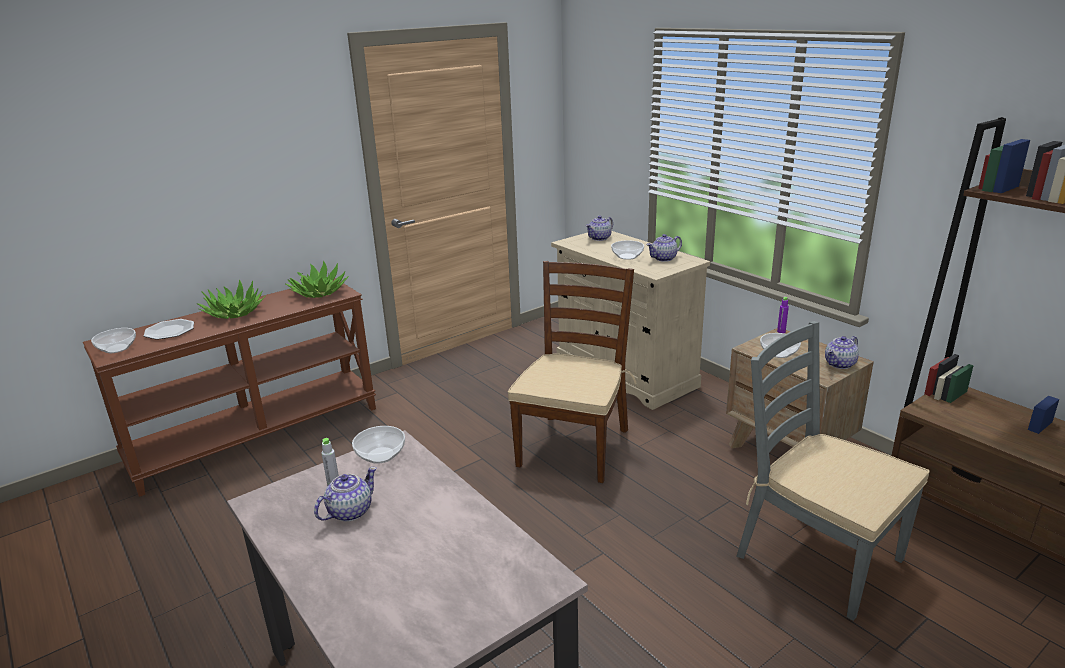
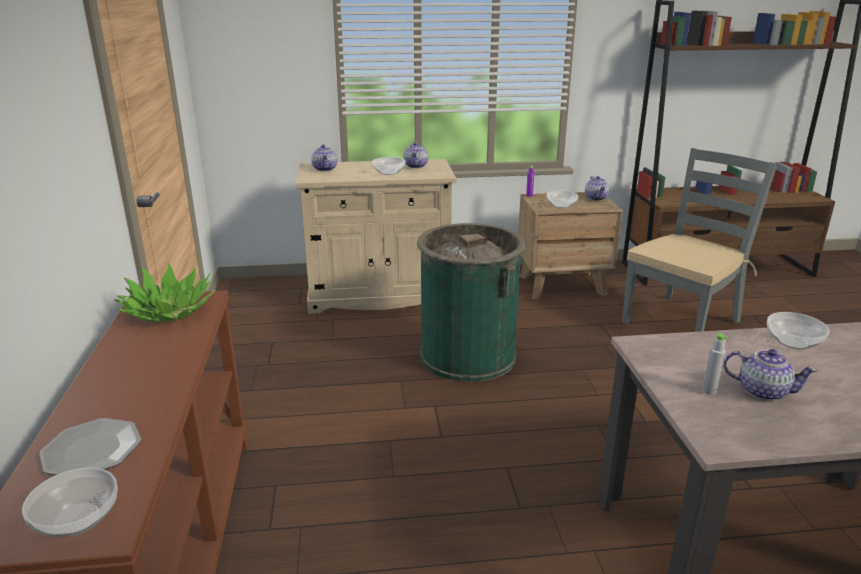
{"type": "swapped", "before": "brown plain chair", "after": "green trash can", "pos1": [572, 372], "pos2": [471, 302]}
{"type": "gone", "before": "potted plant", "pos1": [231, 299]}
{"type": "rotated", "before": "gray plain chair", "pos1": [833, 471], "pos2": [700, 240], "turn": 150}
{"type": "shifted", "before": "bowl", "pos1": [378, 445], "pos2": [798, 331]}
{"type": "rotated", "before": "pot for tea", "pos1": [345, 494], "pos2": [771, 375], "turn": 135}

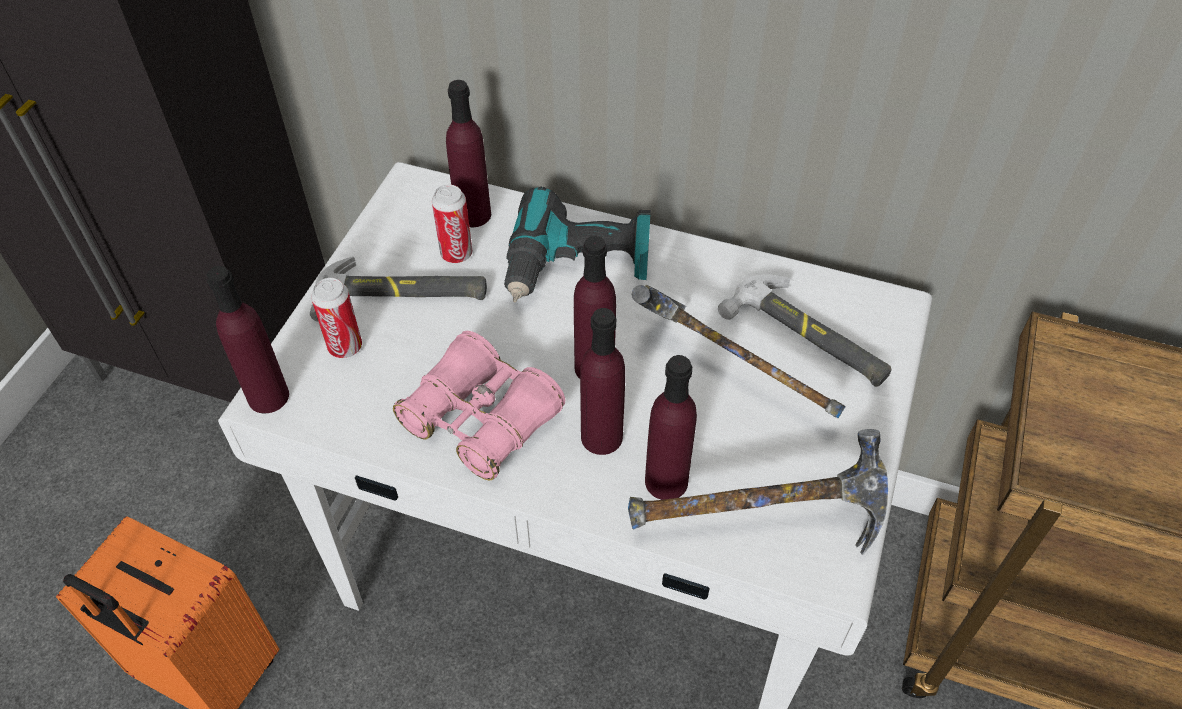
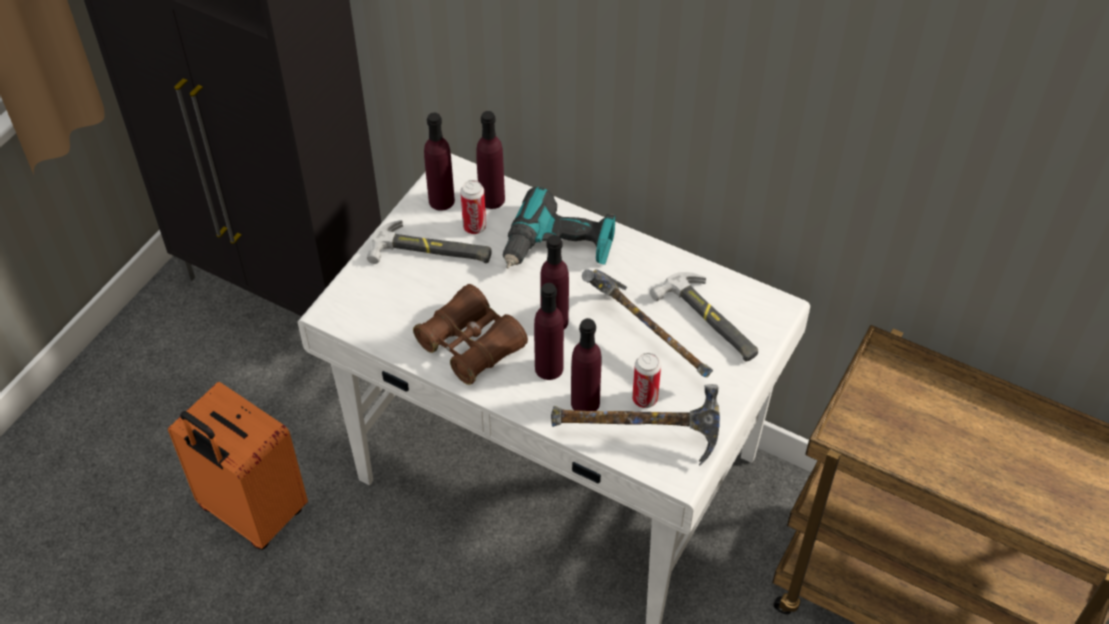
{"type": "shifted", "before": "purple beverage bottle", "pos1": [247, 339], "pos2": [439, 161]}
{"type": "shifted", "before": "metal can", "pos1": [336, 318], "pos2": [646, 380]}
{"type": "repainted", "before": "pink pair of binoculars", "after": "brown pair of binoculars", "pos1": [479, 405], "pos2": [470, 334]}

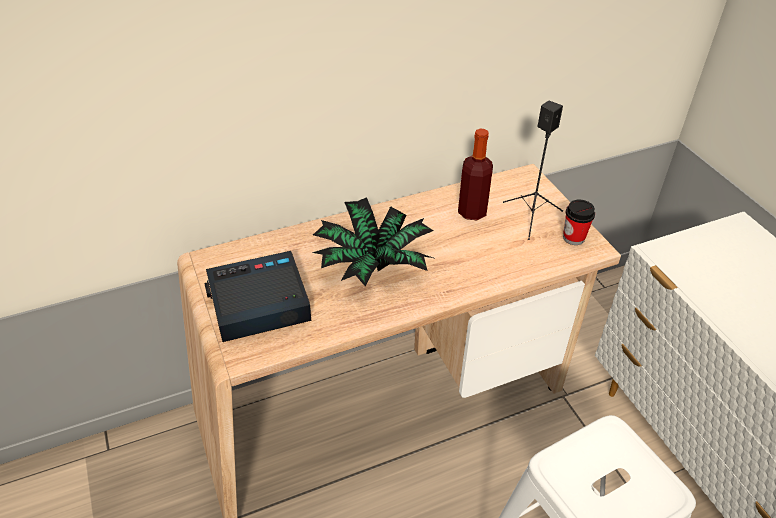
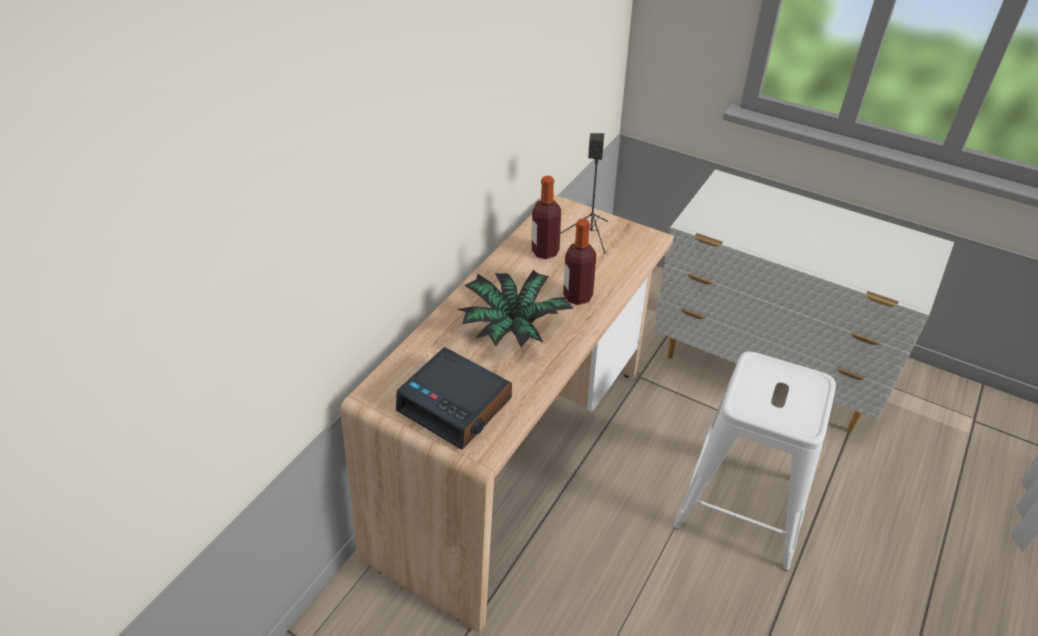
{"type": "gone", "before": "small cup", "pos1": [579, 222]}
{"type": "rotated", "before": "alarm clock", "pos1": [257, 296], "pos2": [454, 398], "turn": -90}
{"type": "new", "after": "beverage bottle", "pos2": [580, 262]}

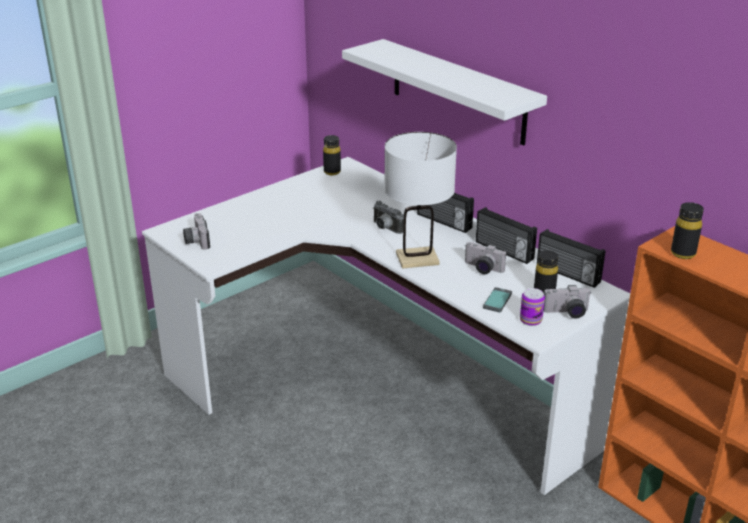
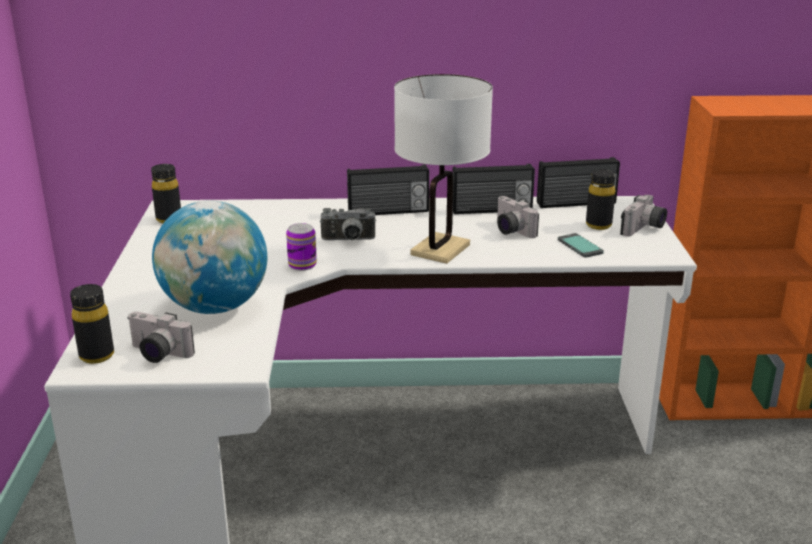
{"type": "gone", "before": "white bracket shelf", "pos1": [444, 92]}
{"type": "shifted", "before": "blackish beverage bottle", "pos1": [687, 230], "pos2": [92, 324]}
{"type": "rotated", "before": "photo camera", "pos1": [485, 258], "pos2": [518, 217], "turn": 75}
{"type": "shifted", "before": "metal can", "pos1": [532, 307], "pos2": [301, 247]}
{"type": "new", "after": "globe", "pos2": [209, 257]}

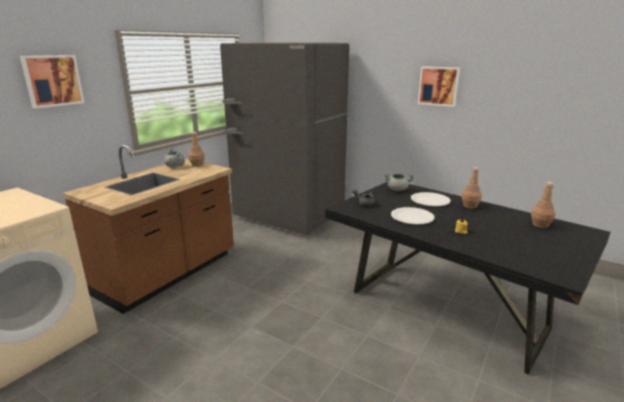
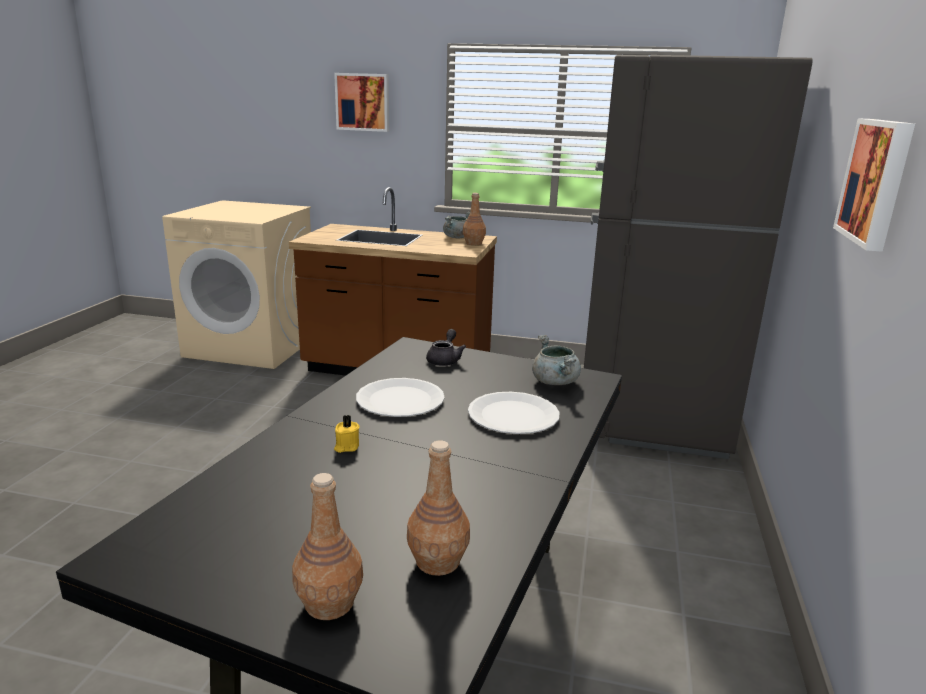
{"type": "shifted", "before": "brown beverage bottle", "pos1": [472, 188], "pos2": [327, 546]}

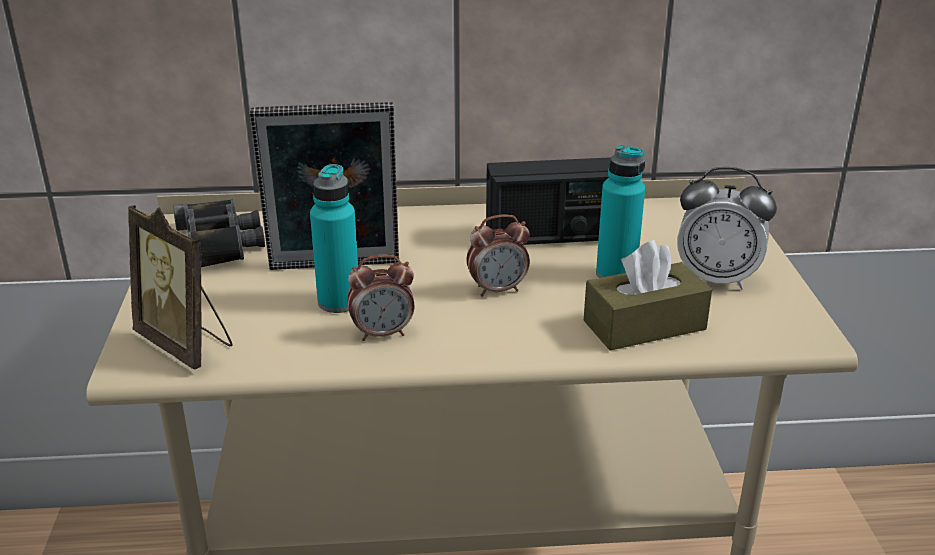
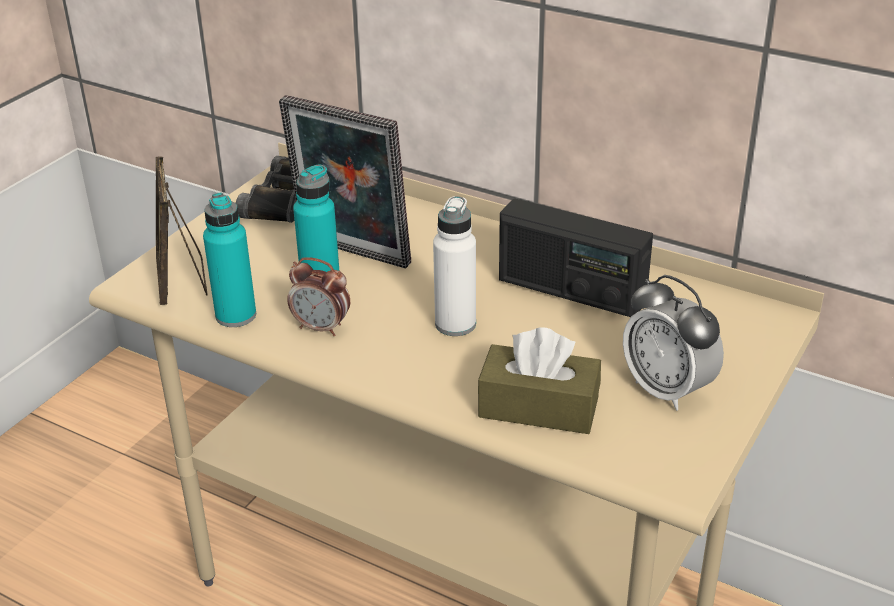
{"type": "shifted", "before": "blue-green beverage bottle", "pos1": [620, 211], "pos2": [229, 260]}
{"type": "swapped", "before": "alarm clock", "after": "white beverage bottle", "pos1": [498, 255], "pos2": [454, 266]}

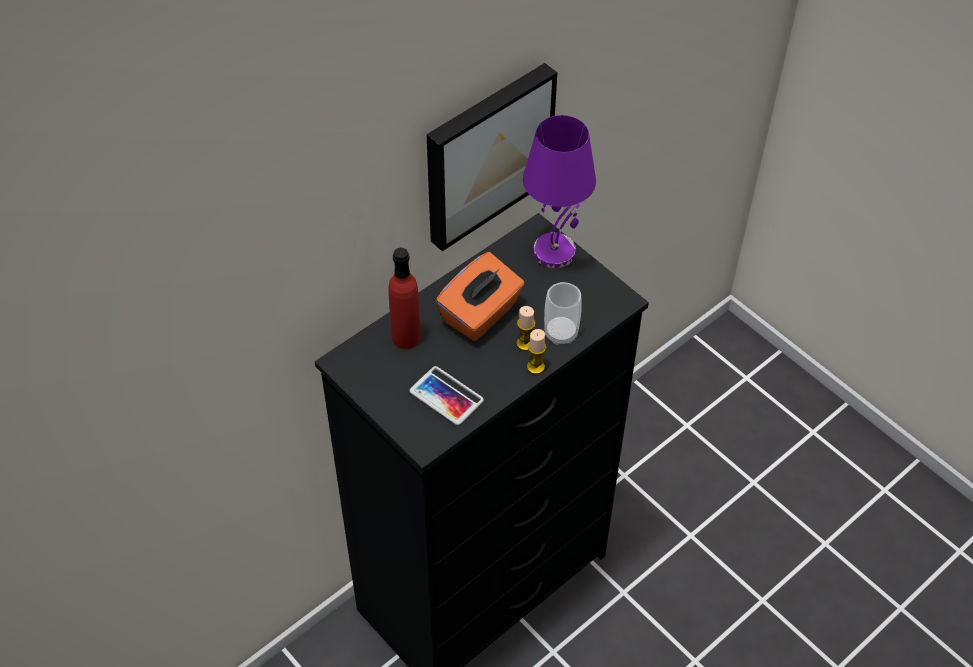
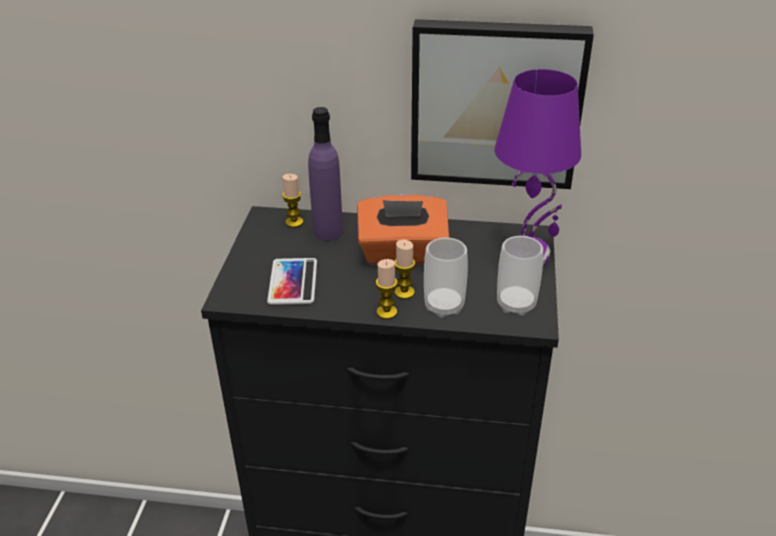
{"type": "repainted", "before": "red-coloured beverage bottle", "after": "purple beverage bottle", "pos1": [404, 298], "pos2": [325, 174]}
{"type": "new", "after": "wax light", "pos2": [293, 201]}
{"type": "new", "after": "small cup", "pos2": [520, 276]}

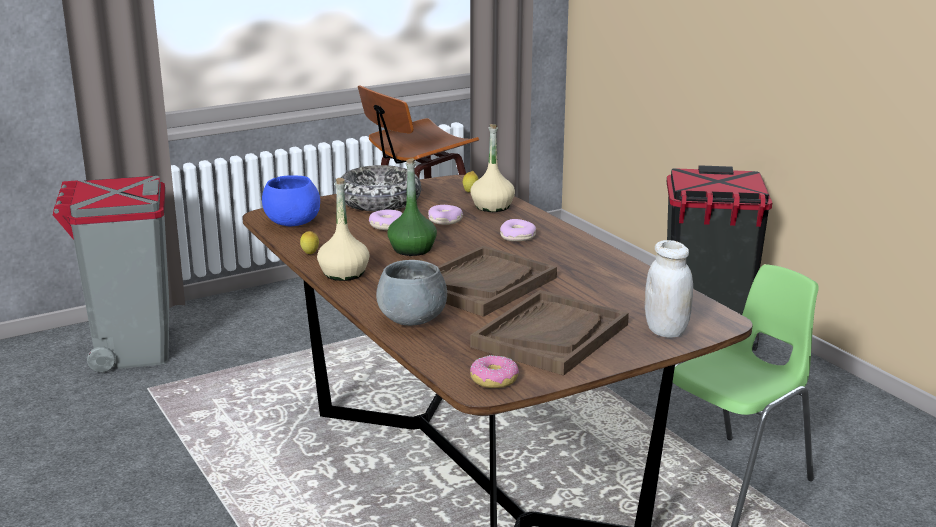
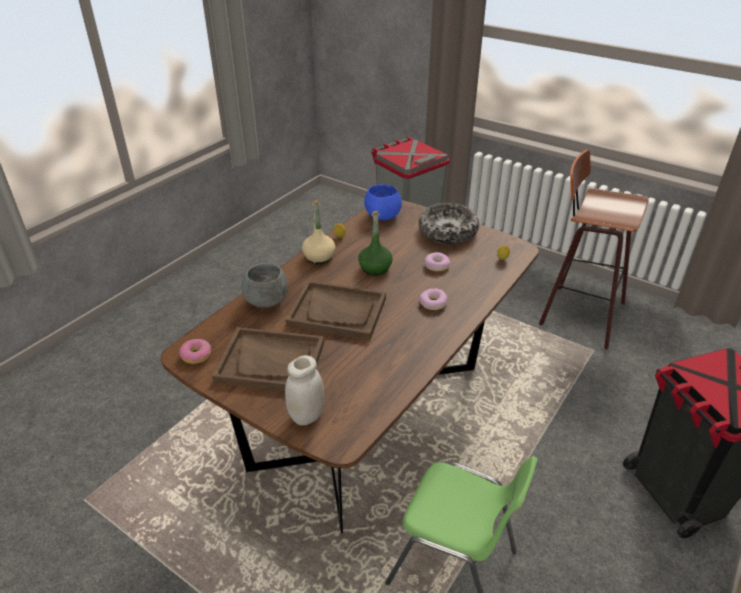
{"type": "gone", "before": "sand-coloured beverage bottle", "pos1": [492, 168]}
{"type": "gone", "before": "ring doughnut", "pos1": [386, 220]}

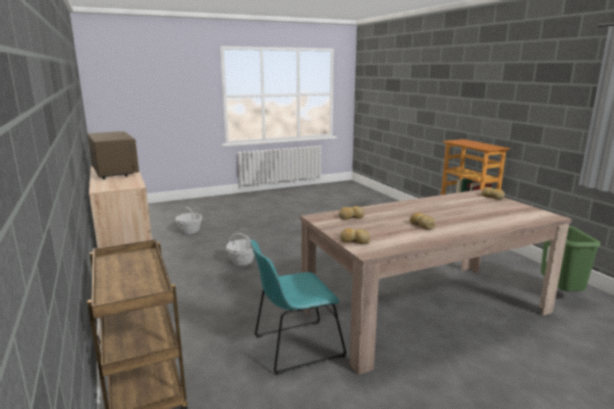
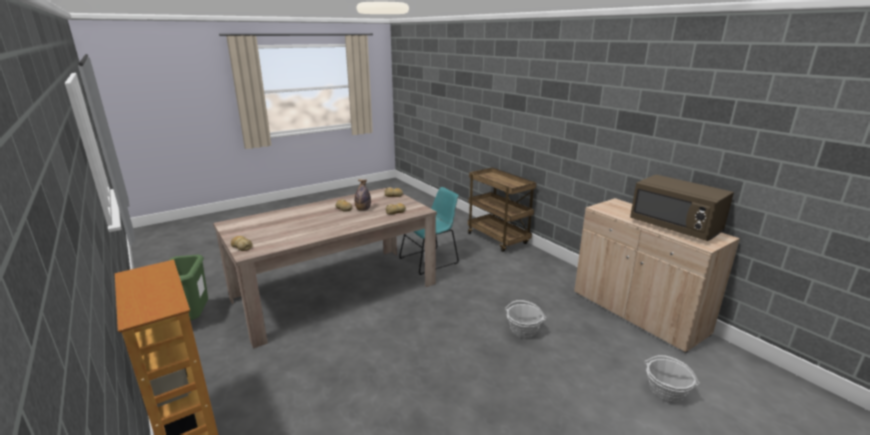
{"type": "new", "after": "beverage bottle", "pos2": [363, 195]}

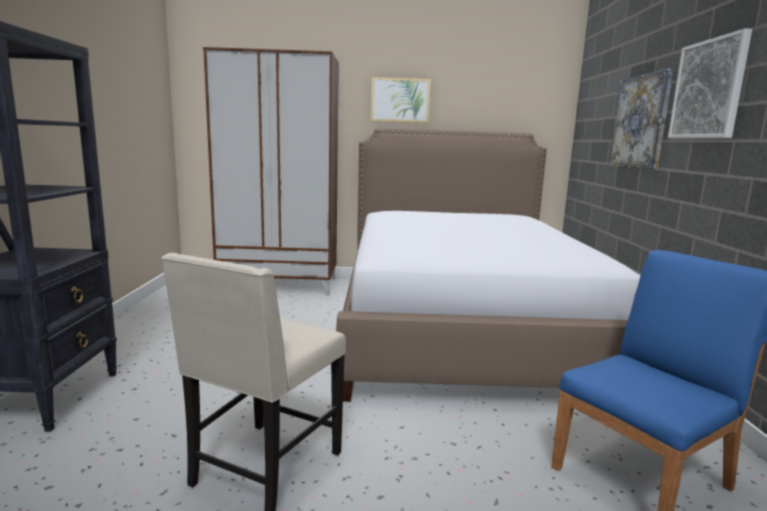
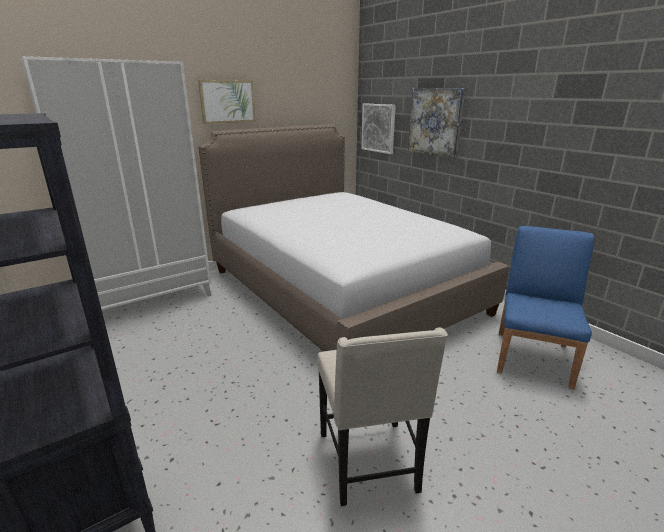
{"type": "shifted", "before": "picture", "pos1": [710, 84], "pos2": [378, 129]}
{"type": "repainted", "before": "brown armoire", "after": "white armoire", "pos1": [271, 171], "pos2": [116, 183]}

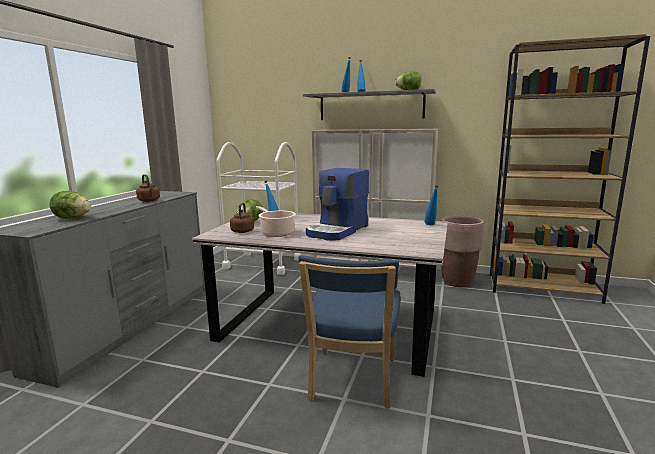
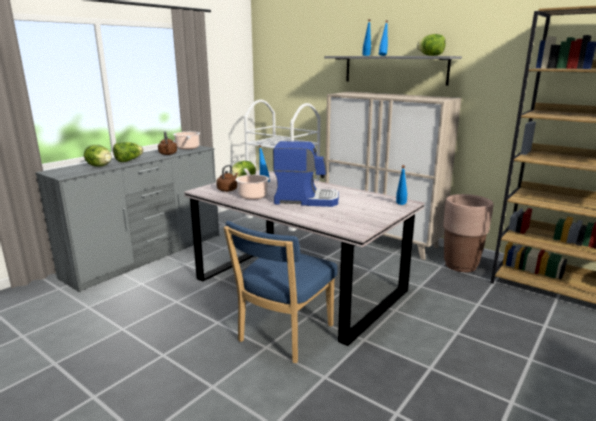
{"type": "rotated", "before": "coffee machine", "pos1": [337, 204], "pos2": [306, 174], "turn": -135}
{"type": "new", "after": "cooking pot", "pos2": [186, 140]}
{"type": "new", "after": "lettuce head", "pos2": [128, 152]}

